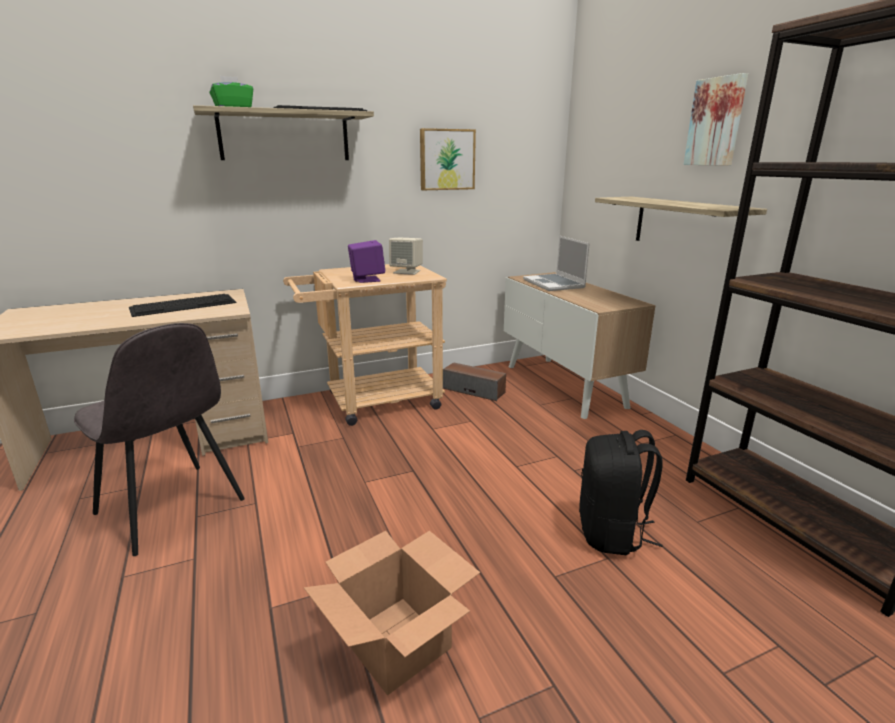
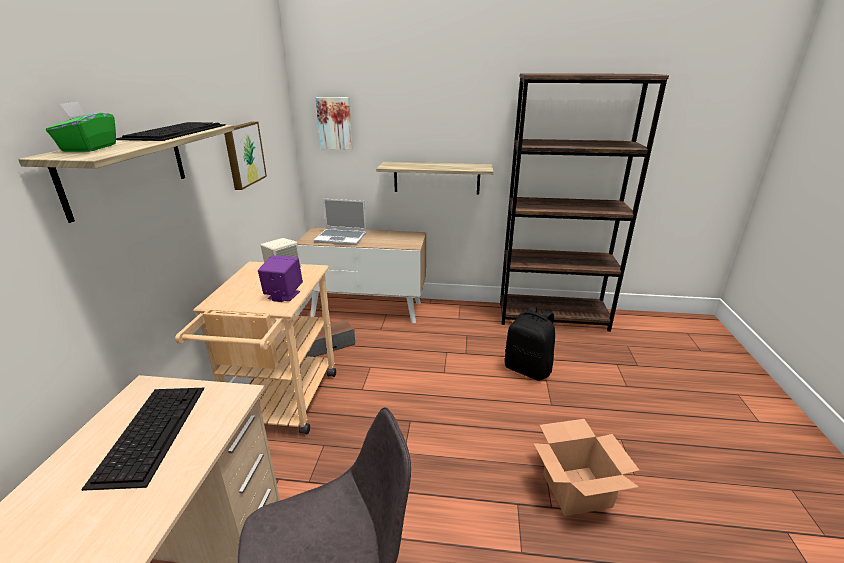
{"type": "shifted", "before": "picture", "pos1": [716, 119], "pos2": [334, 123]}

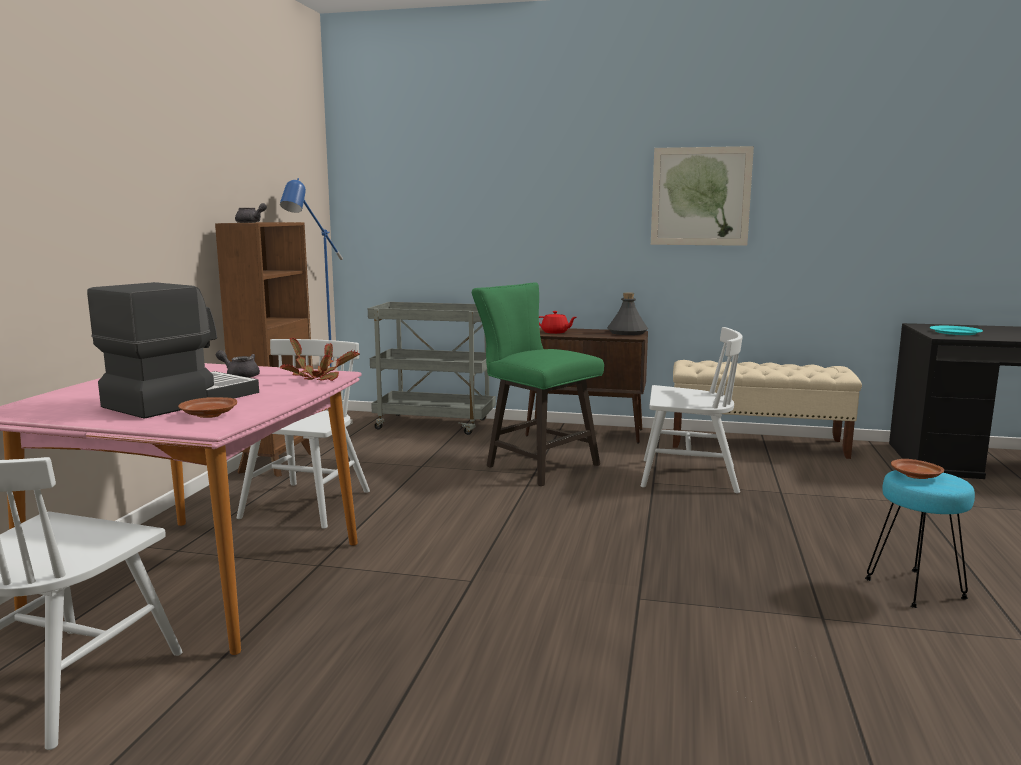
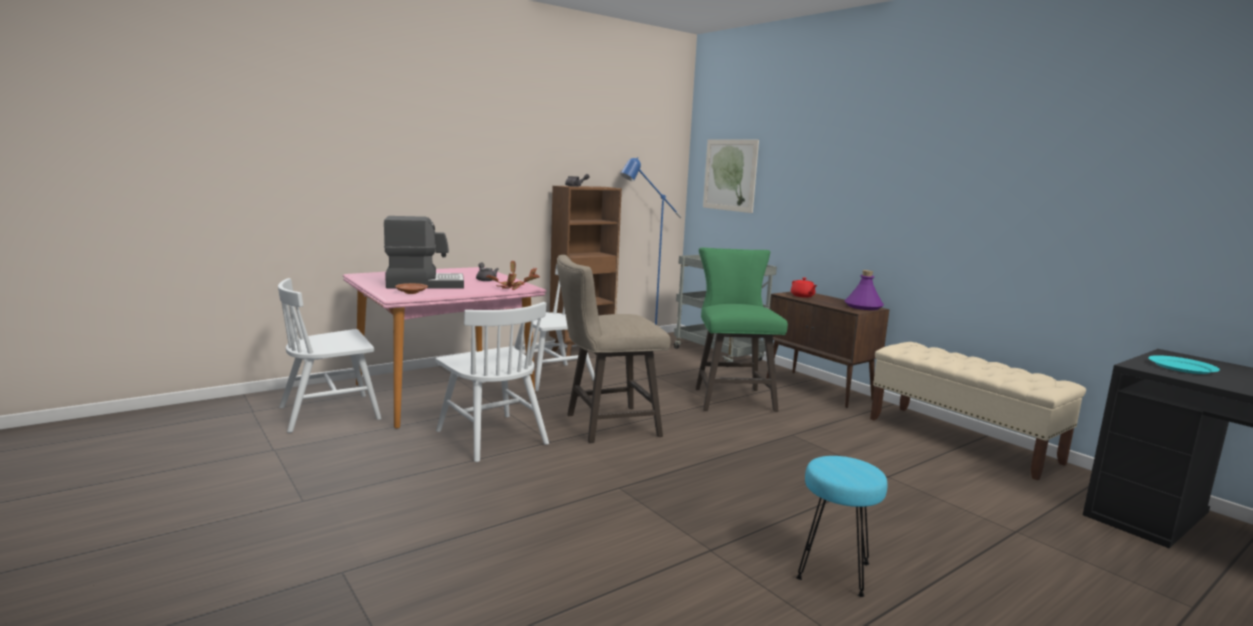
{"type": "shifted", "before": "picture", "pos1": [702, 196], "pos2": [731, 176]}
{"type": "repainted", "before": "gray beverage bottle", "after": "purple beverage bottle", "pos1": [627, 313], "pos2": [864, 290]}
{"type": "shifted", "before": "white plain chair", "pos1": [692, 410], "pos2": [492, 382]}
{"type": "gone", "before": "brown dinner plate", "pos1": [917, 469]}
{"type": "new", "after": "sand-coloured sitting stool", "pos2": [614, 349]}

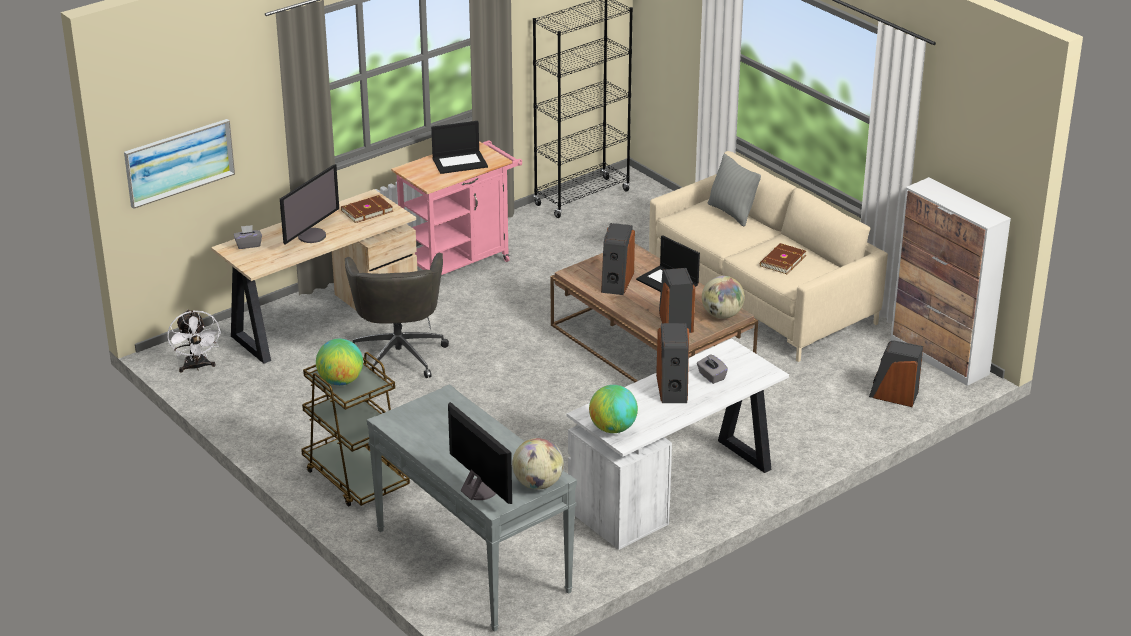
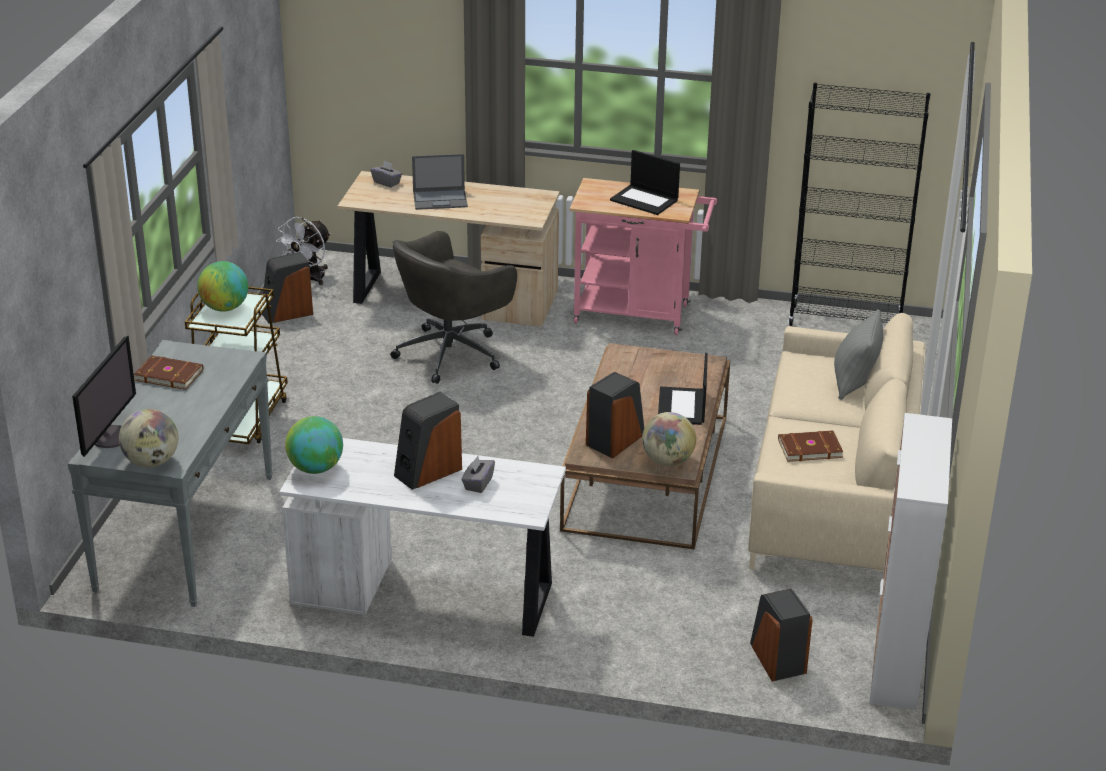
{"type": "gone", "before": "picture", "pos1": [179, 164]}
{"type": "swapped", "before": "computer display", "after": "laptop", "pos1": [309, 204], "pos2": [440, 182]}
{"type": "shifted", "before": "brown volume", "pos1": [367, 209], "pos2": [169, 372]}
{"type": "shifted", "before": "audio speaker", "pos1": [618, 259], "pos2": [287, 288]}

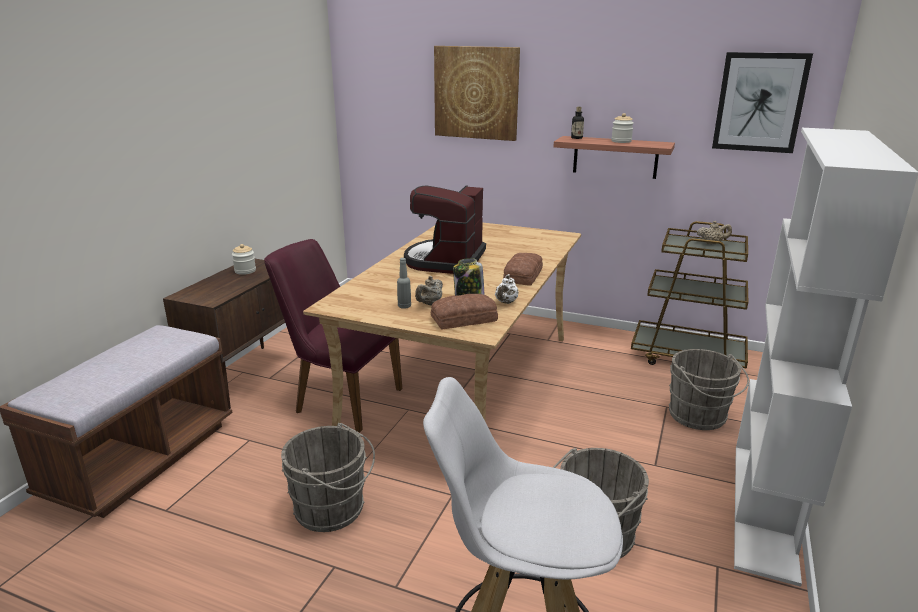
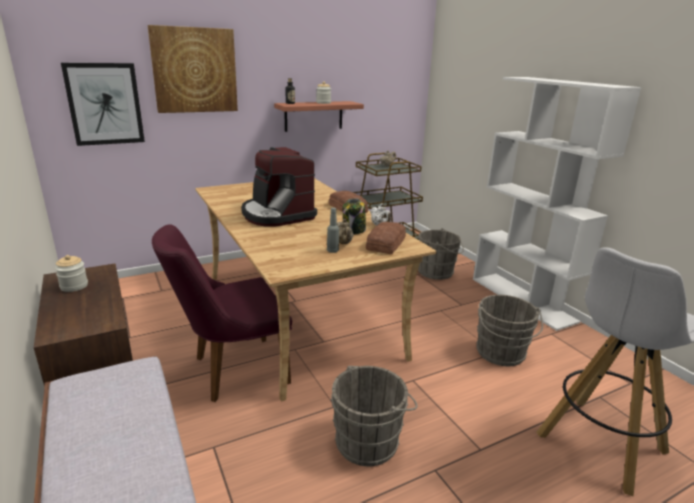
{"type": "shifted", "before": "picture", "pos1": [762, 102], "pos2": [103, 104]}

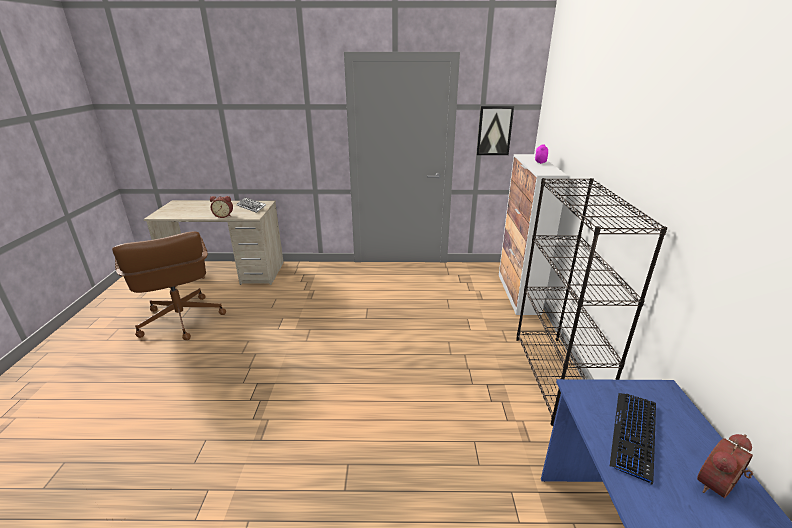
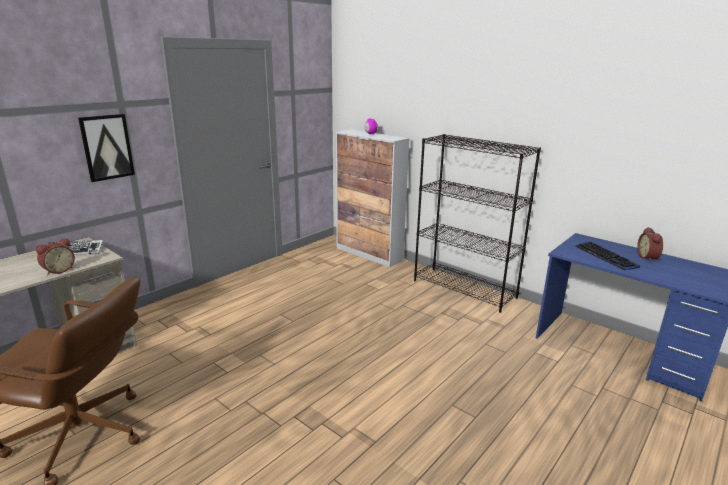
{"type": "shifted", "before": "picture", "pos1": [495, 130], "pos2": [106, 148]}

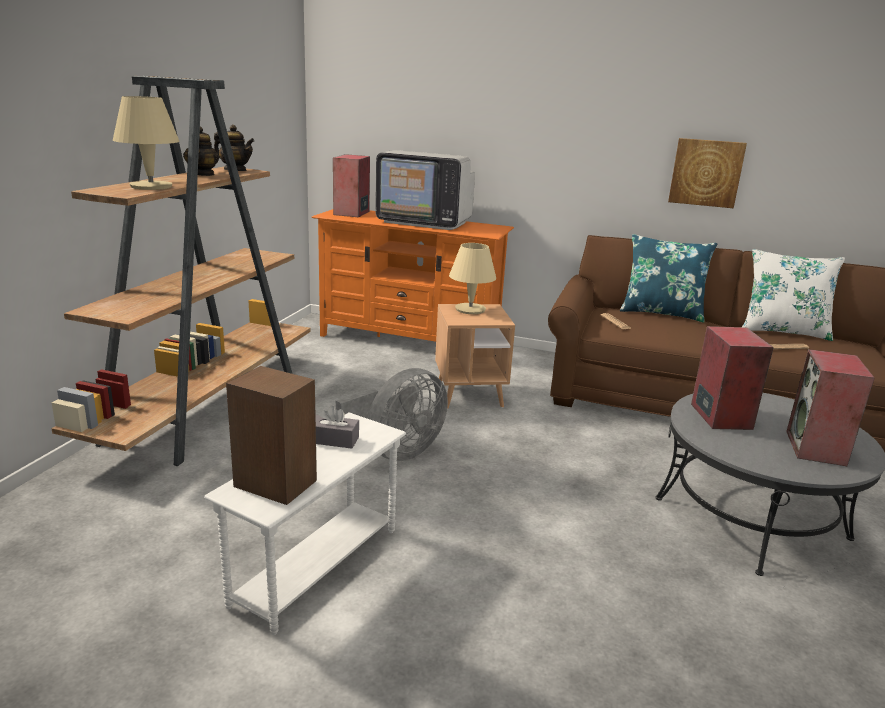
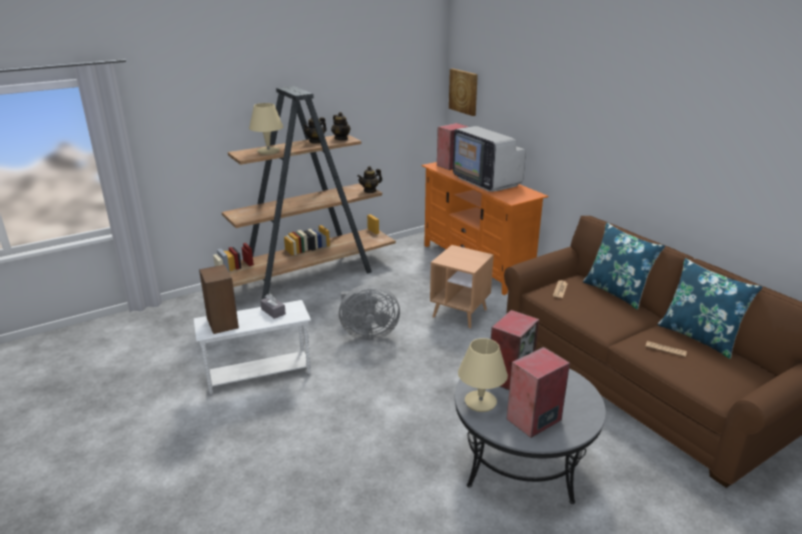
{"type": "shifted", "before": "picture", "pos1": [707, 173], "pos2": [463, 92]}
{"type": "shifted", "before": "sand-coloured tabletop lamp", "pos1": [472, 278], "pos2": [483, 375]}
{"type": "repainted", "before": "white throw pillow", "after": "blue throw pillow", "pos1": [793, 295], "pos2": [710, 308]}
{"type": "new", "after": "pot for tea", "pos2": [369, 179]}

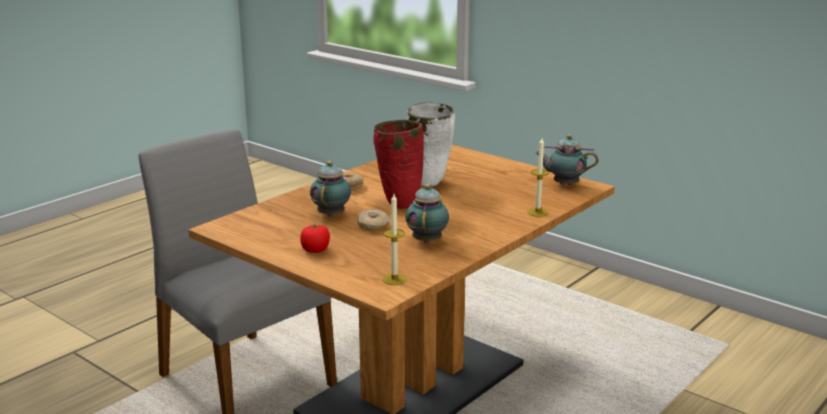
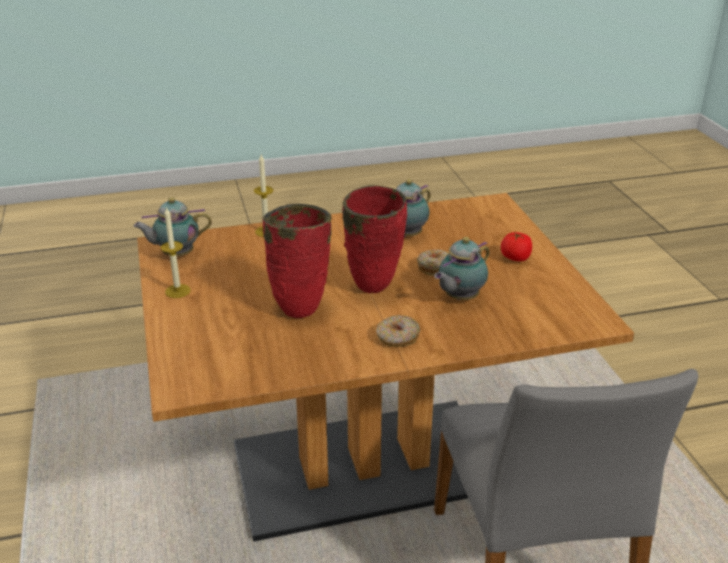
{"type": "repainted", "before": "white flower vase", "after": "red-coloured flower vase", "pos1": [431, 144], "pos2": [297, 261]}
{"type": "rotated", "before": "pot for tea", "pos1": [566, 159], "pos2": [172, 226], "turn": 120}
{"type": "shifted", "before": "wax light", "pos1": [394, 239], "pos2": [176, 252]}

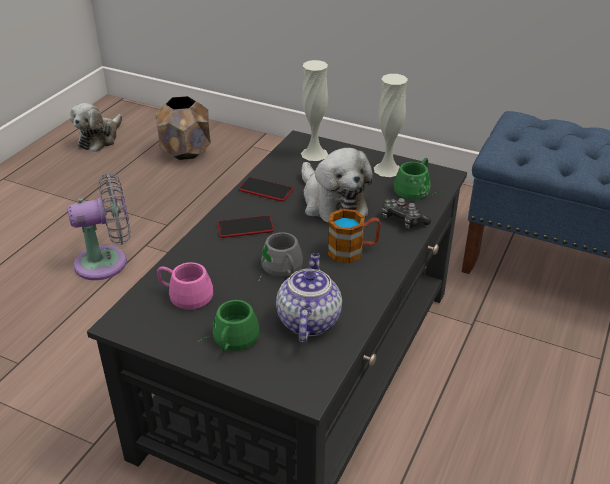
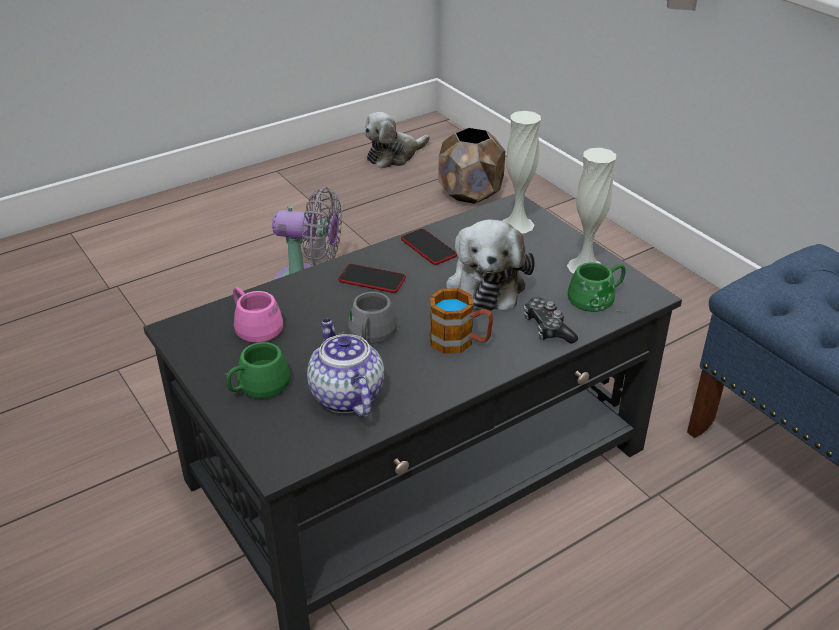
{"type": "rotated", "before": "pot for tea", "pos1": [309, 298], "pos2": [345, 368], "turn": -60}

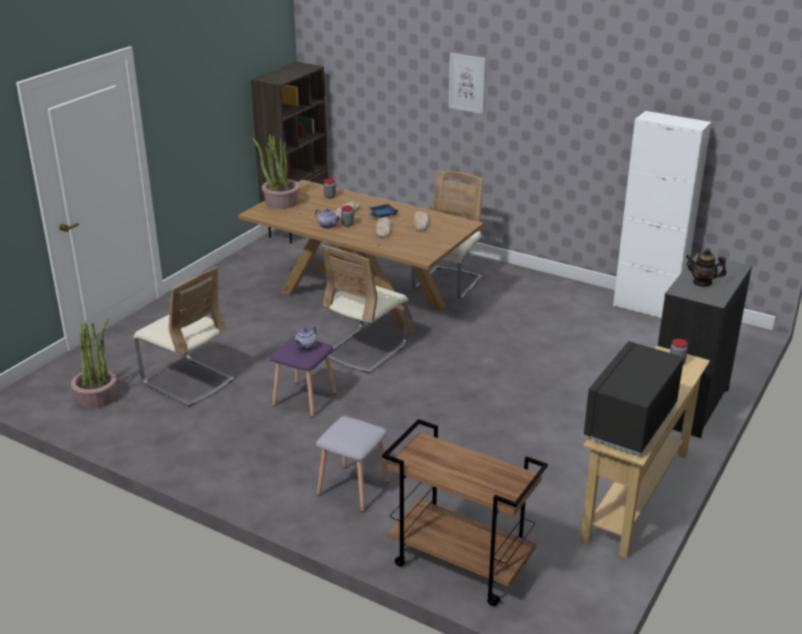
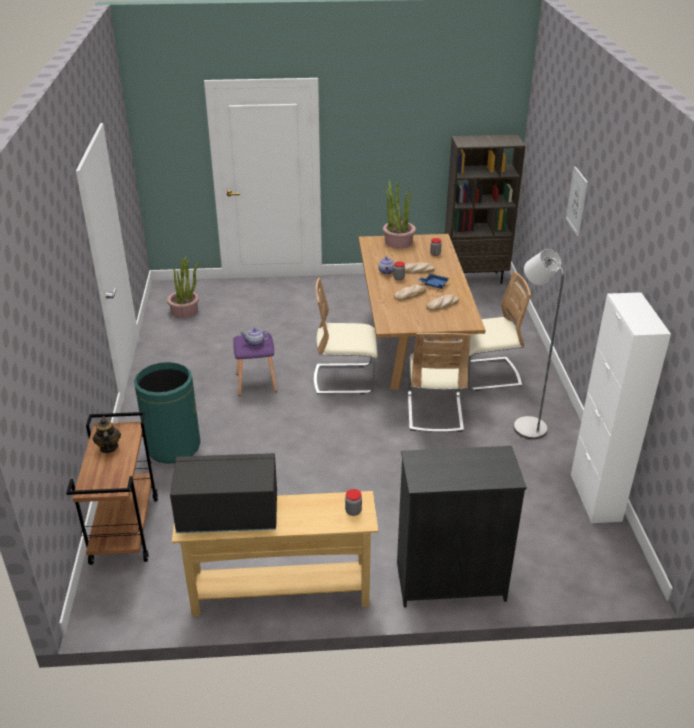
{"type": "shifted", "before": "pot for tea", "pos1": [706, 268], "pos2": [107, 434]}
{"type": "shifted", "before": "sand-coloured plain chair", "pos1": [184, 337], "pos2": [439, 382]}
{"type": "swapped", "before": "gray sitting stool", "after": "green trash can", "pos1": [352, 464], "pos2": [167, 413]}
{"type": "new", "after": "gray standard lamp", "pos2": [539, 344]}

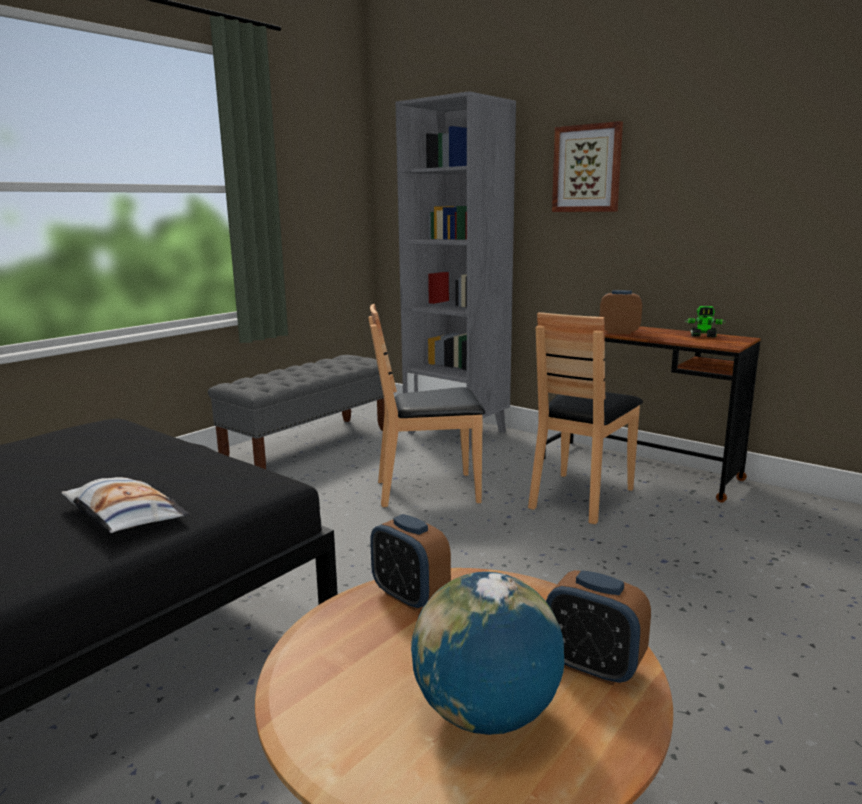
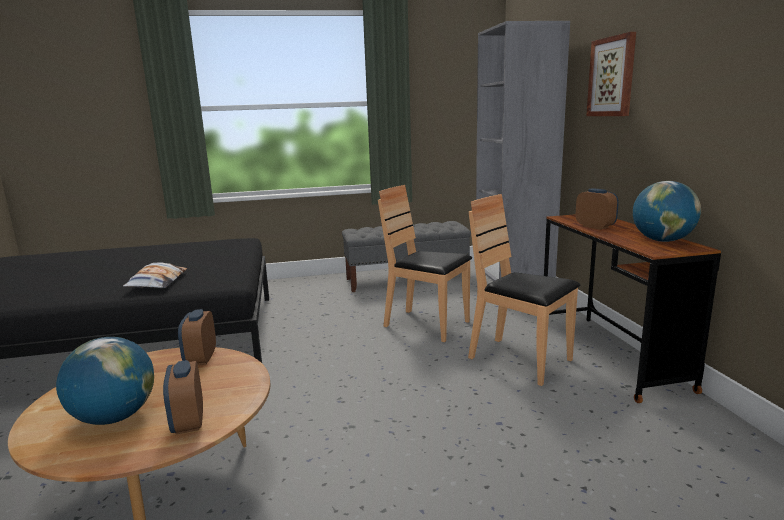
{"type": "swapped", "before": "toy robot", "after": "globe", "pos1": [705, 322], "pos2": [667, 211]}
{"type": "rotated", "before": "brown plain chair", "pos1": [585, 418], "pos2": [524, 290], "turn": 60}

